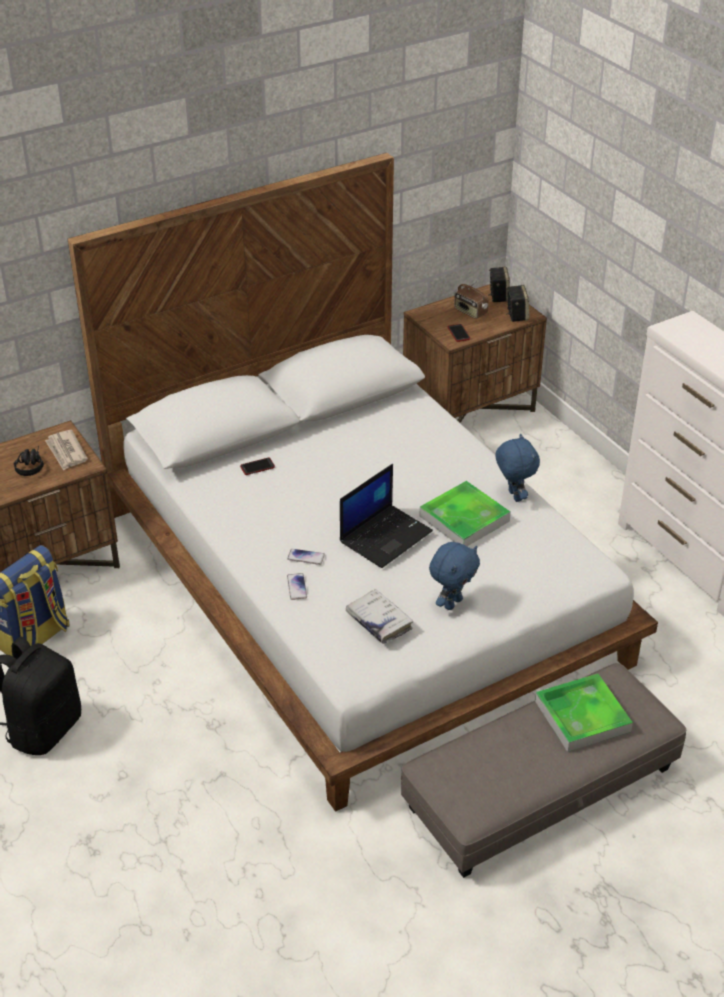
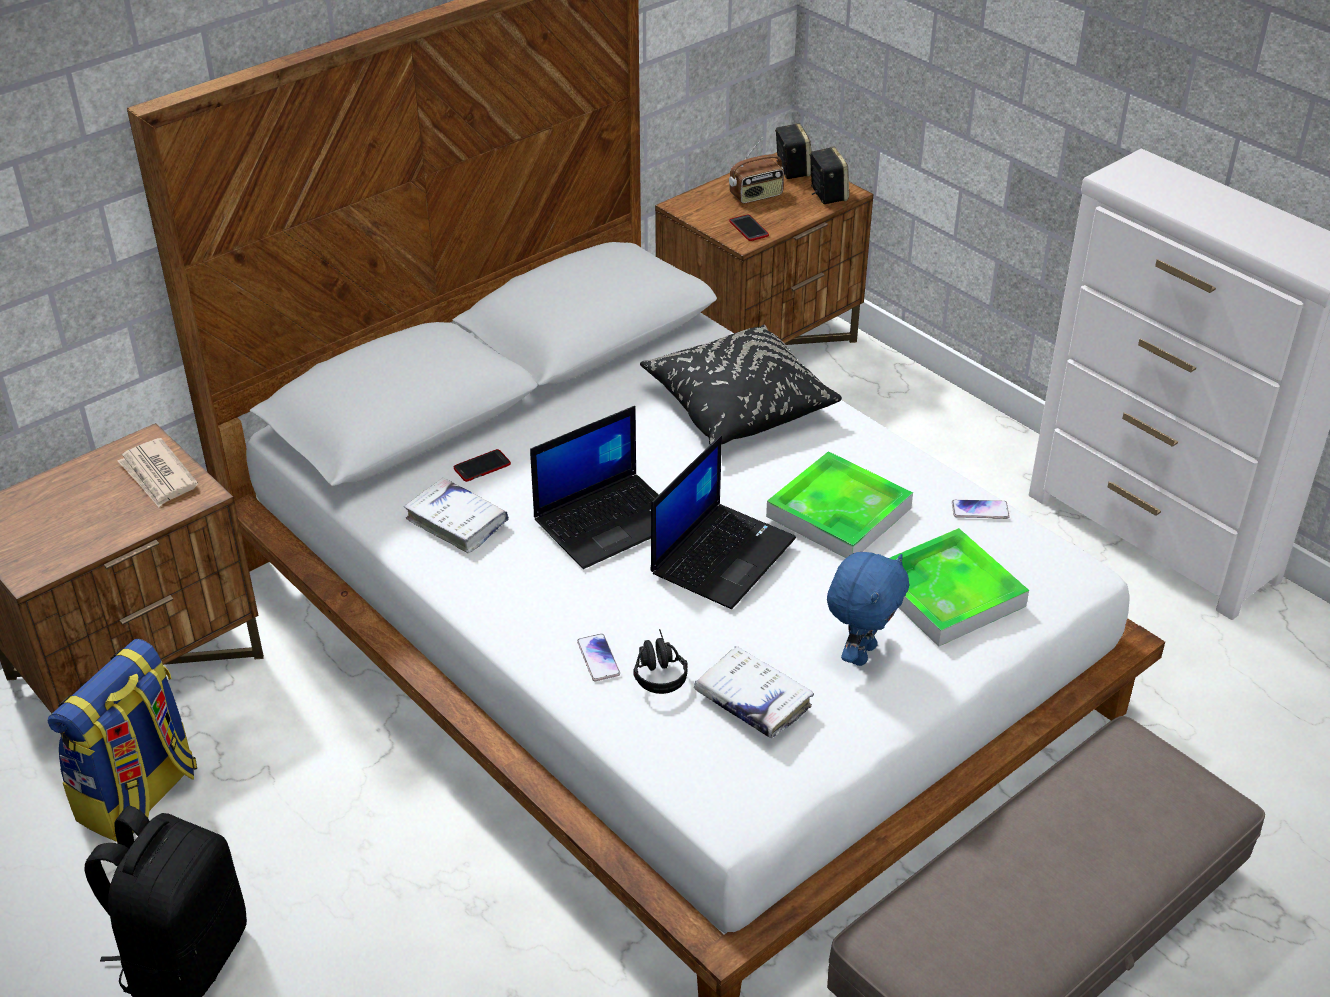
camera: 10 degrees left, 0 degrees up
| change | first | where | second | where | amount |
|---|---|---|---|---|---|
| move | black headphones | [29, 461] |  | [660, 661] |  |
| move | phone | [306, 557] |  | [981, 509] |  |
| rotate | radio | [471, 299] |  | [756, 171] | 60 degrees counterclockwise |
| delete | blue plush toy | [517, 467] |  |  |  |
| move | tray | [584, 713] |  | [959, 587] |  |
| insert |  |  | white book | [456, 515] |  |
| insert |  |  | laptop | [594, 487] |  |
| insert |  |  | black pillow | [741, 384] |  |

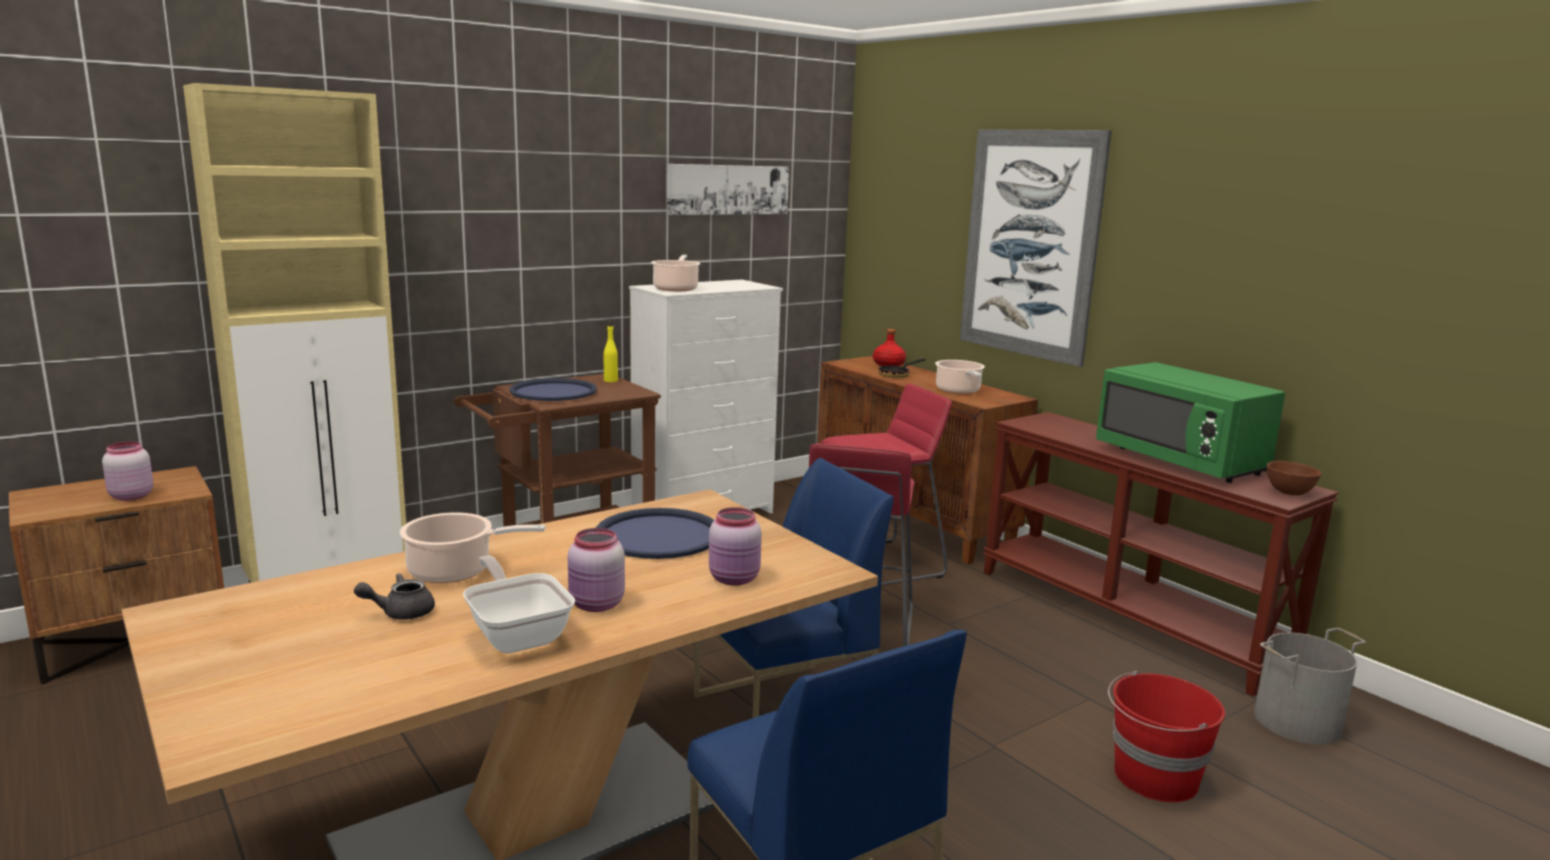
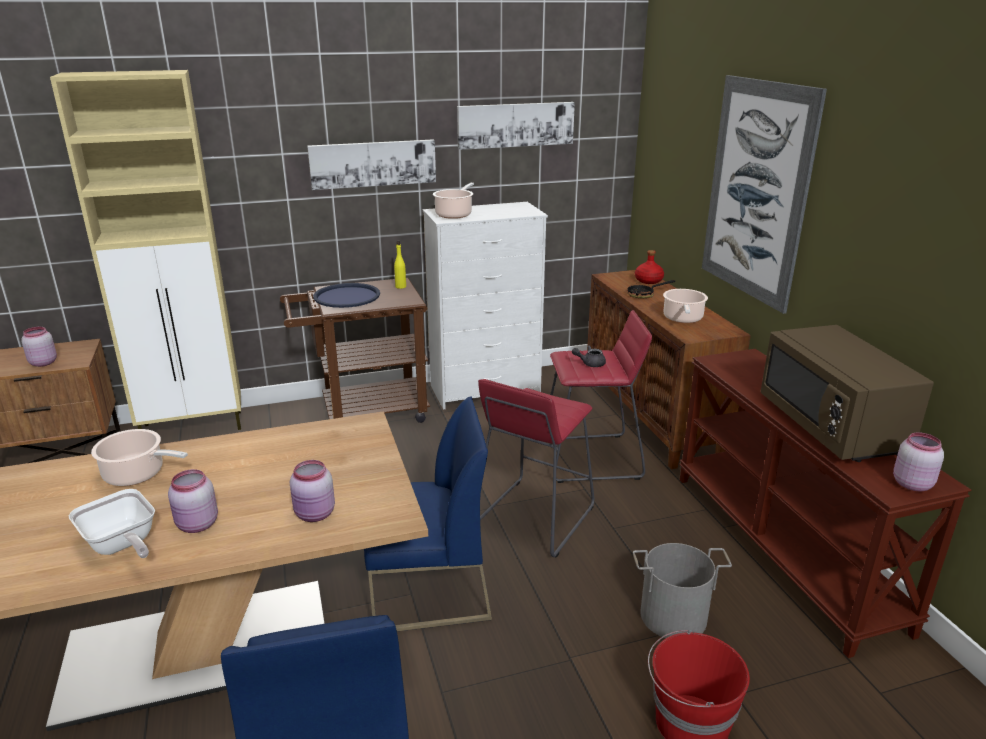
camera: 20 degrees right, 10 degrees up
| change | first | where | second | where | amount |
|---|---|---|---|---|---|
| move | grey teapot | [394, 596] |  | [589, 356] |  |
| rotate | frying pan | [519, 604] |  | [112, 523] | 150 degrees clockwise |
| delete | blue tray | [655, 533] |  |  |  |
| recolor | green microwave | [1190, 422] | brown microwave | [847, 393] |  |
| move | grey bucket | [1310, 686] |  | [682, 590] |  |
| replace | brown bowl | [1294, 478] | pink jar | [918, 461] |  |
| insert |  |  | picture | [371, 164] |  |

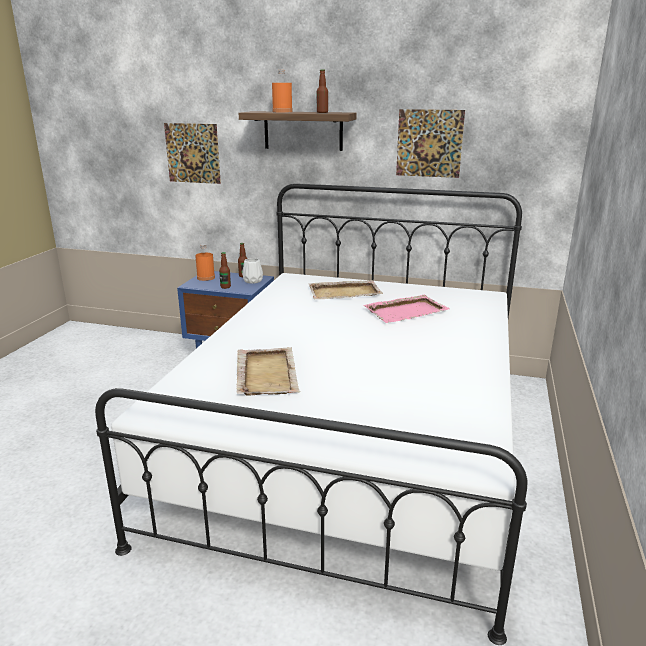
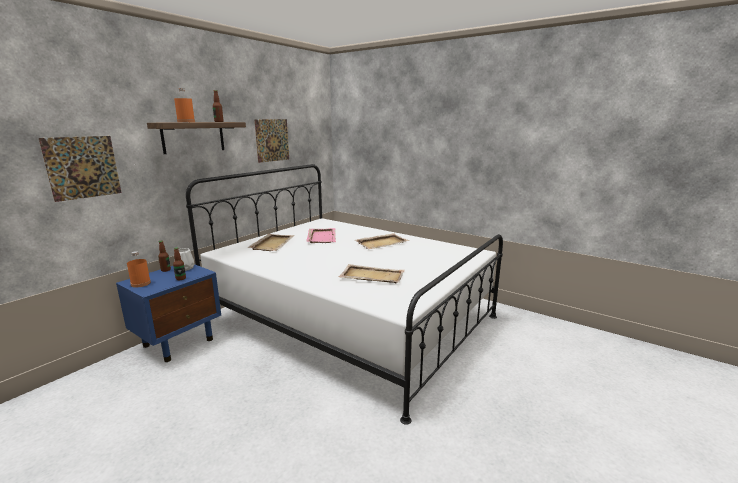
camera: 70 degrees left, 5 degrees down
| change | first | where | second | where | amount |
|---|---|---|---|---|---|
| insert |  |  | beige tray | [382, 241] |  |

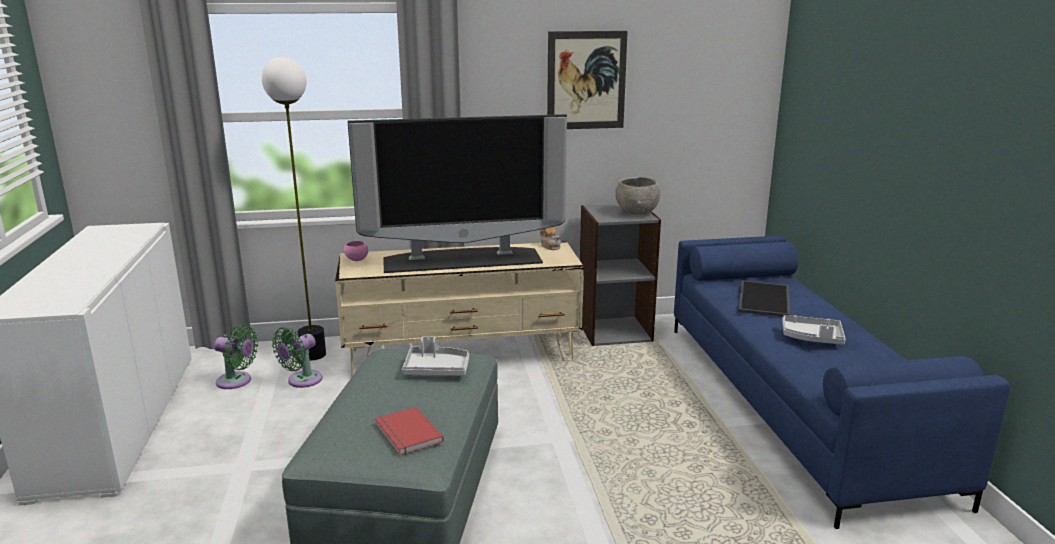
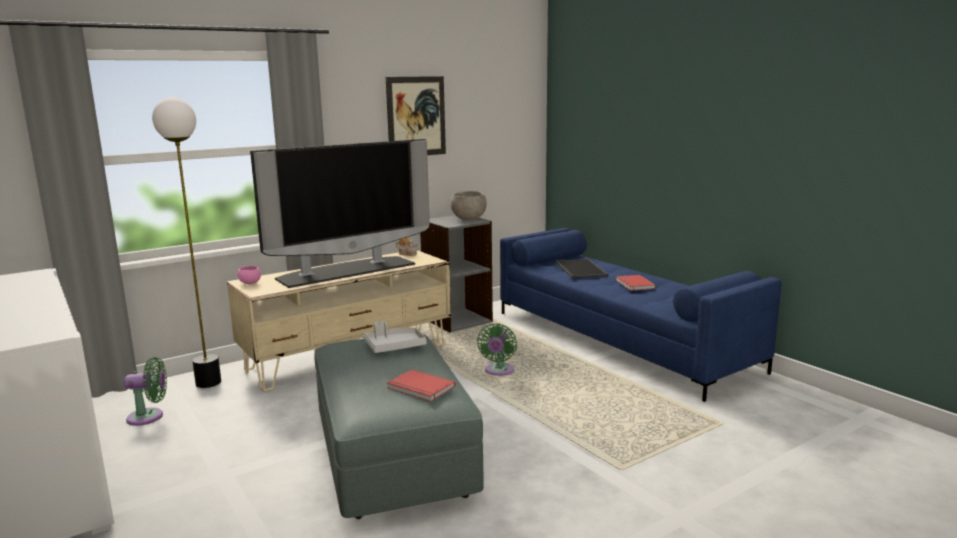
camera: 25 degrees left, 5 degrees down
| change | first | where | second | where | amount |
|---|---|---|---|---|---|
| move | green fan | [297, 357] |  | [497, 349] |  |
| replace | grey tray | [814, 330] | red book | [636, 283] |  |

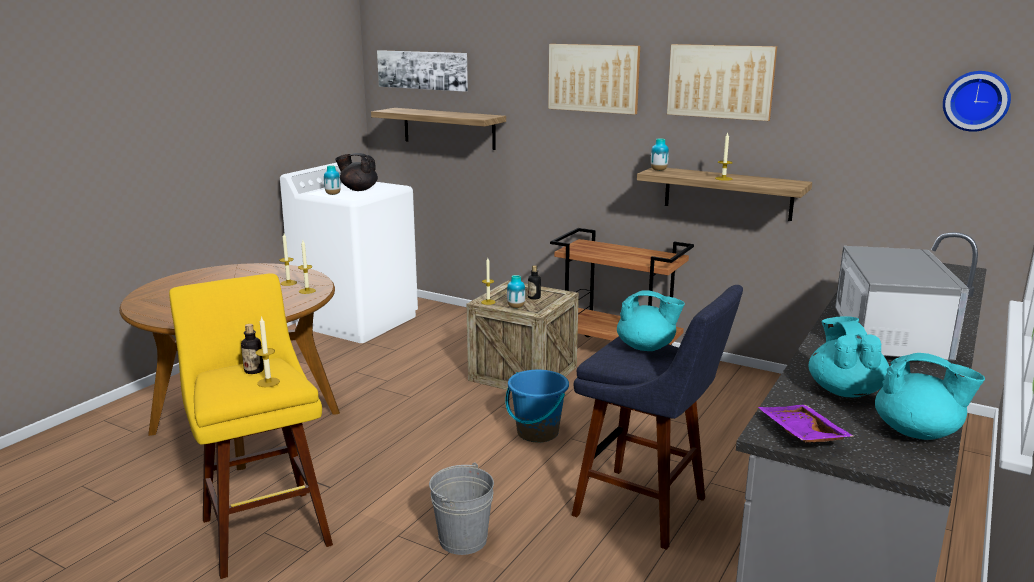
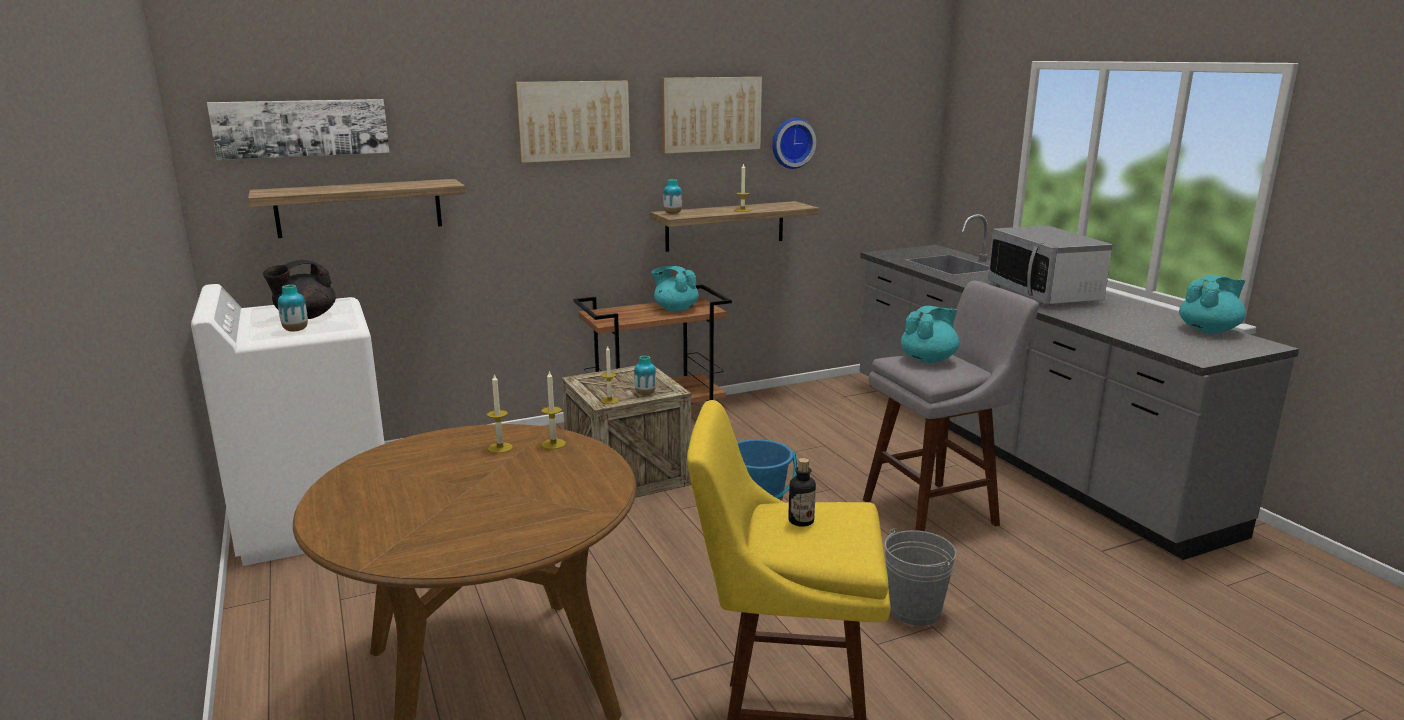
camera: 55 degrees left, 0 degrees up
| change | first | where | second | where | amount |
|---|---|---|---|---|---|
| delete | candle | [268, 351] |  |  |  |
| delete | bottle | [534, 282] |  |  |  |
| recolor | blue stool | [657, 417] | grey stool | [951, 406] |  |
| delete | purple tray | [806, 424] |  |  |  |
| move | turquoise teapot | [848, 356] |  | [675, 289] |  |
| rotate | microwave | [902, 303] |  | [1050, 265] | 150 degrees counterclockwise |
| move | wall clock | [977, 101] |  | [794, 143] |  |

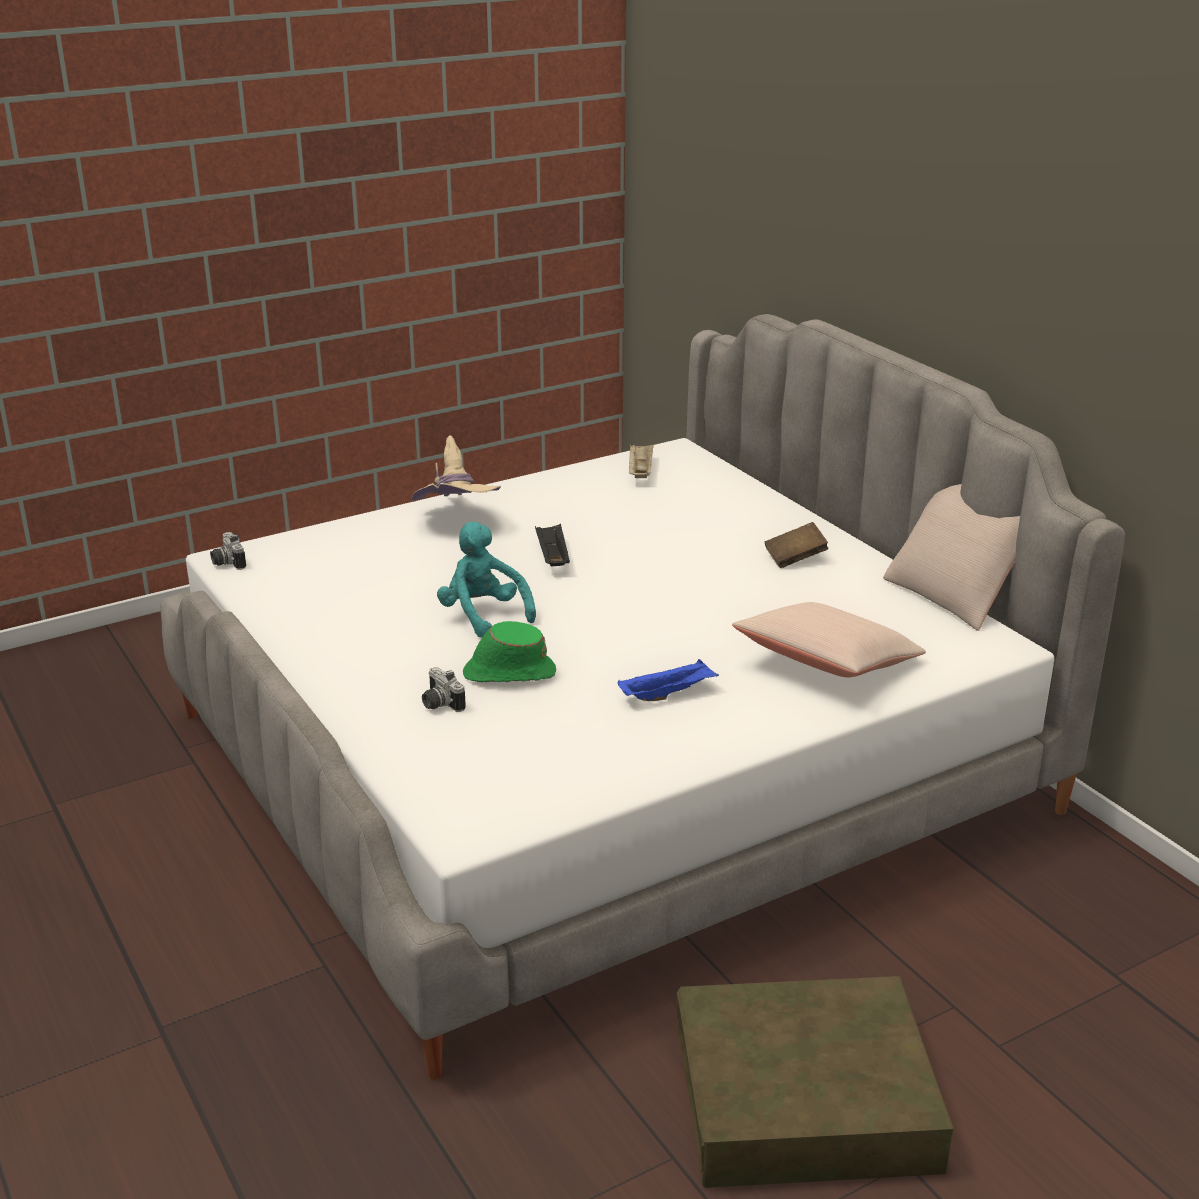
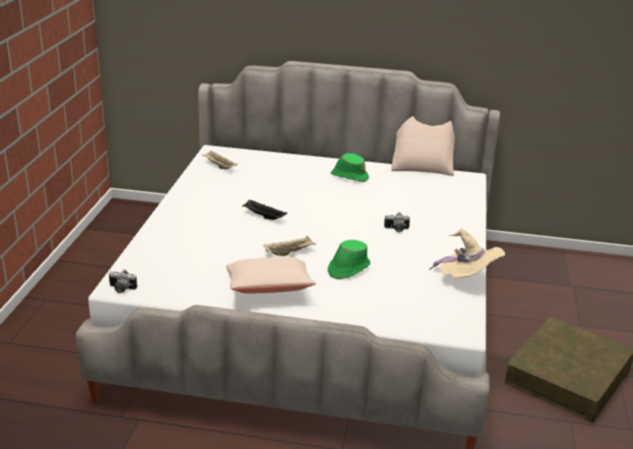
camera: 50 degrees left, 0 degrees up
| change | first | where | second | where | amount |
|---|---|---|---|---|---|
| move | beige hat | [456, 468] |  | [467, 253] |  |
| move | photo camera | [444, 689] |  | [397, 222] |  |
| replace | turquoise plush toy | [486, 580] | beige tray | [289, 246] |  |
| delete | blue tray | [668, 680] |  |  |  |
| move | beige pillow | [829, 640] |  | [271, 275] |  |
| replace | brown book | [797, 545] | green hat | [350, 167] |  |

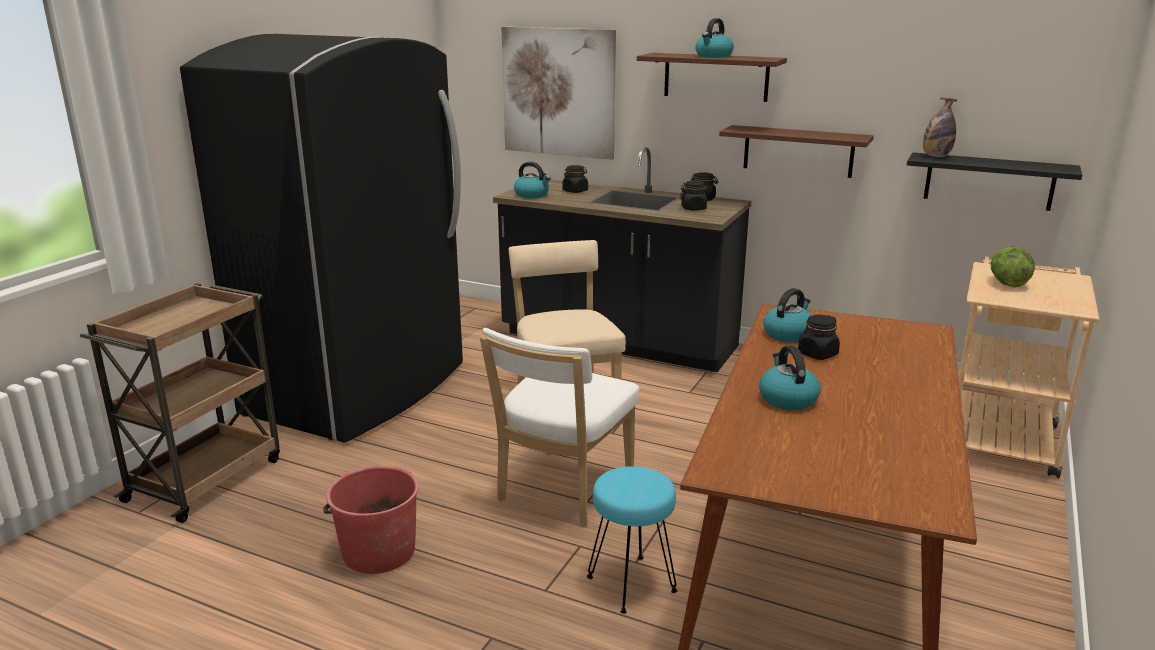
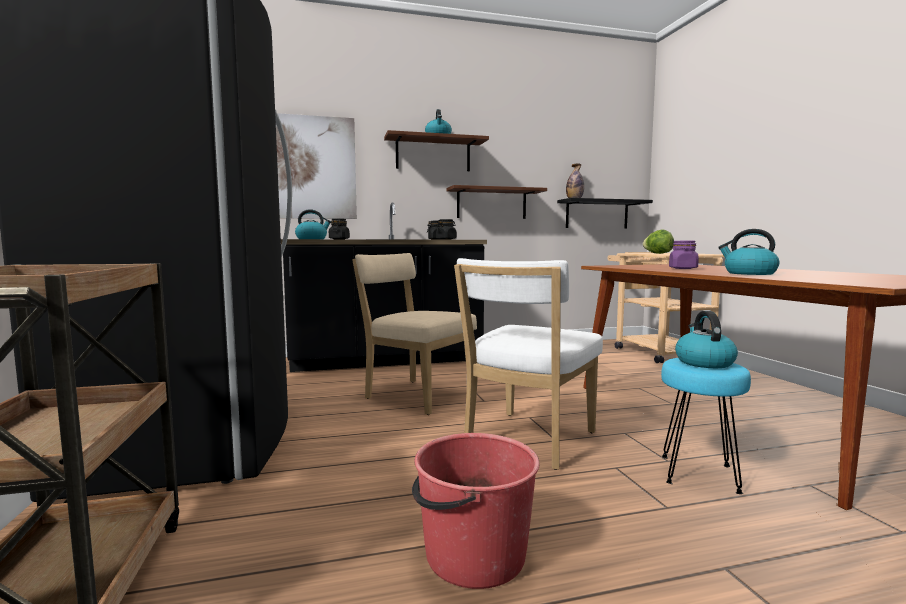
camera: 40 degrees left, 15 degrees down
| change | first | where | second | where | amount |
|---|---|---|---|---|---|
| rotate | white chair | [560, 427] |  | [528, 364] | 45 degrees clockwise |
| move | kettle | [787, 315] |  | [706, 339] |  |
| recolor | black jar | [819, 337] | purple jar | [684, 255] |  |

